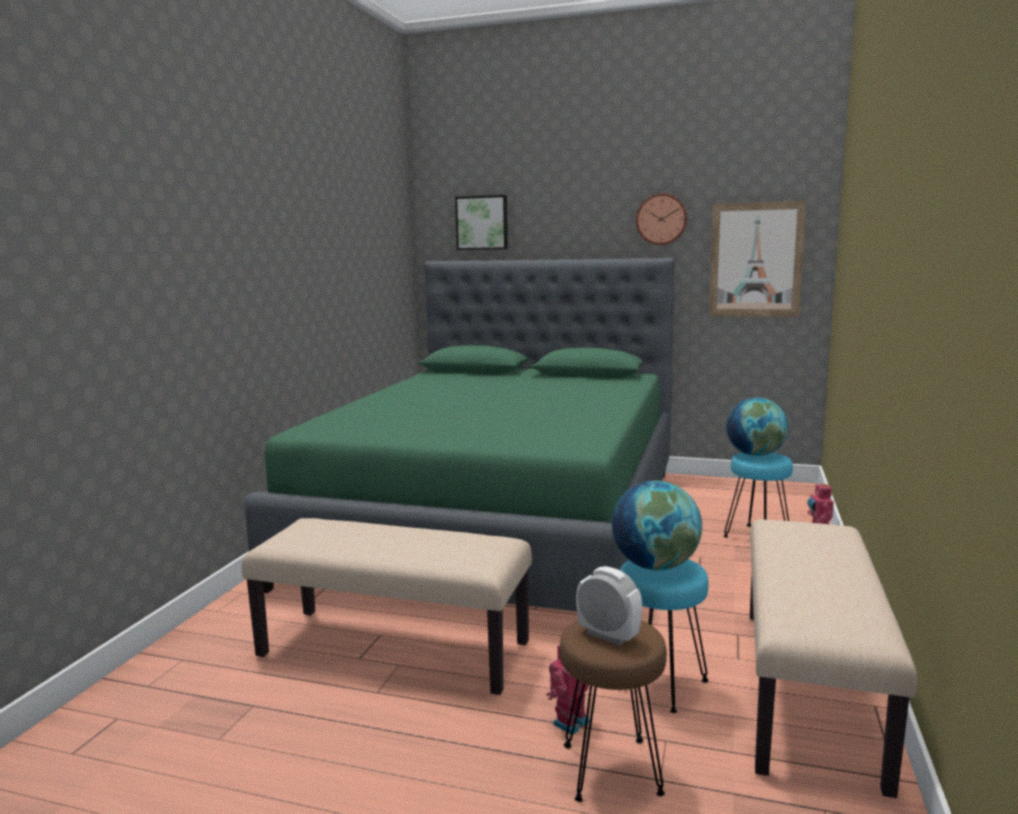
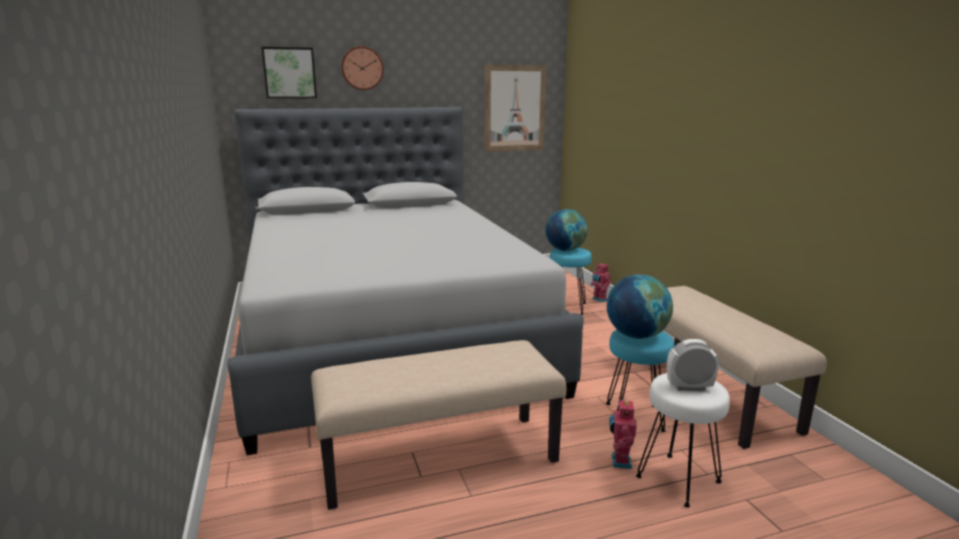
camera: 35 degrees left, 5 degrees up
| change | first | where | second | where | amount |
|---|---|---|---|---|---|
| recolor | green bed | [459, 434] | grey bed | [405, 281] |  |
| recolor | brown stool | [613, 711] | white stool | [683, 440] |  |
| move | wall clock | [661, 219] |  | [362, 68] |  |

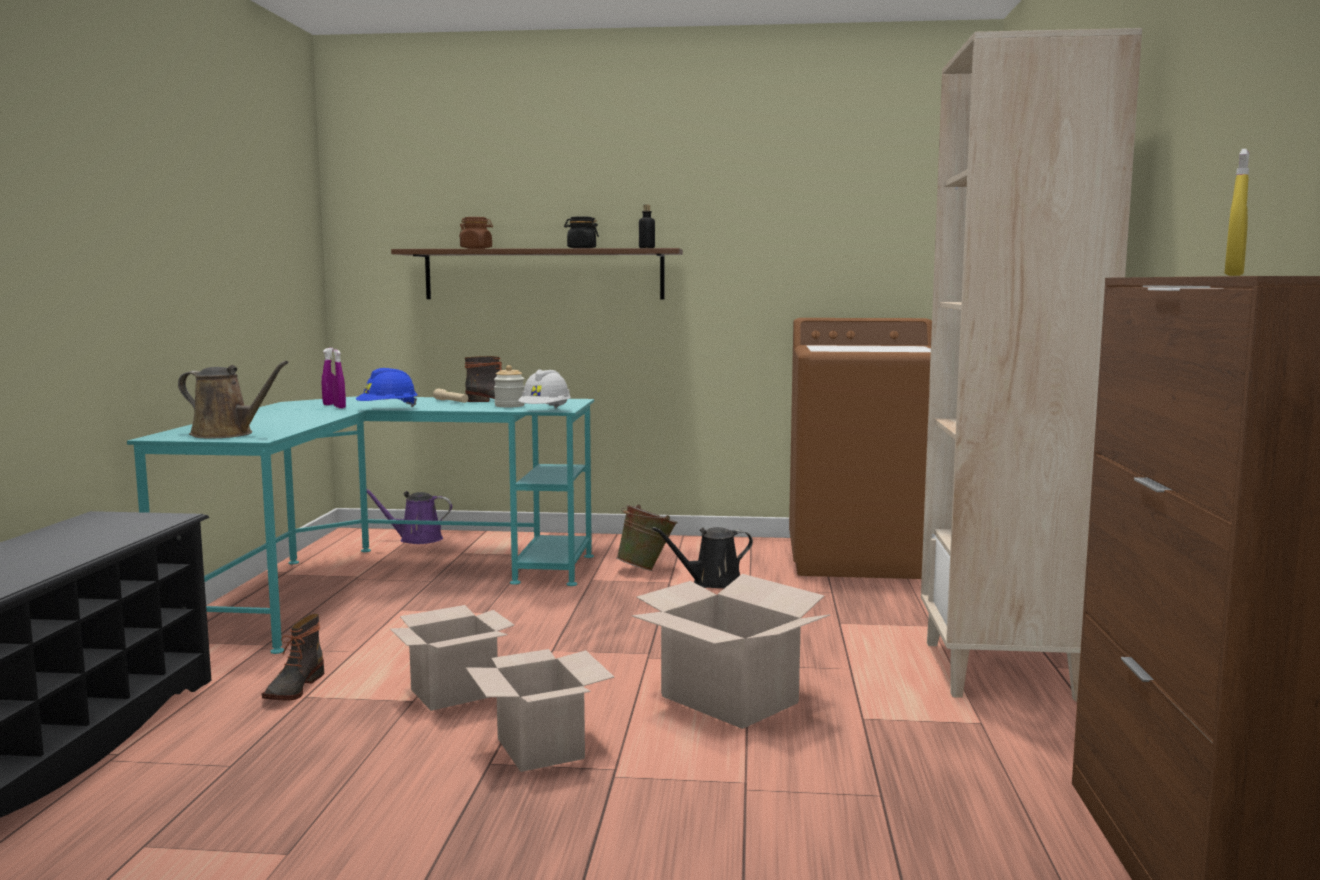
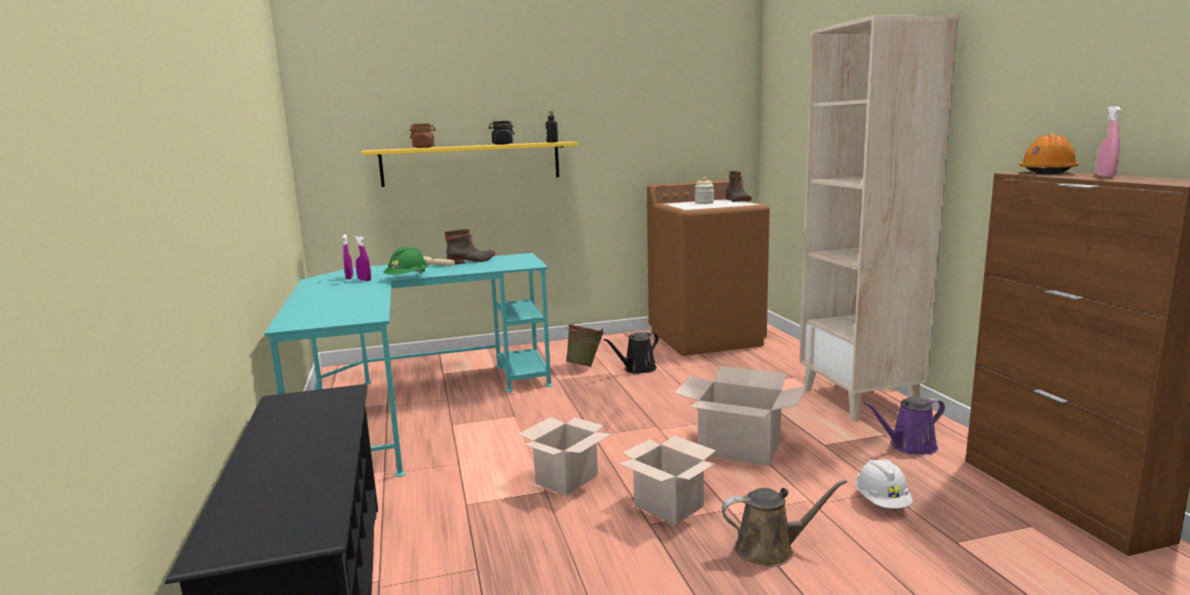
camera: 20 degrees left, 5 degrees up
| change | first | where | second | where | amount |
|---|---|---|---|---|---|
| move | brown watering can | [233, 399] |  | [784, 523] |  |
| move | boot | [292, 657] |  | [739, 186] |  |
| recolor | blue hard hat | [387, 387] | green hard hat | [405, 261] |  |
| move | purple watering can | [409, 516] |  | [904, 426] |  |
| recolor | brown shelf | [537, 274] | yellow shelf | [469, 164] |  |
| move | jar | [509, 386] |  | [704, 190] |  |
| move | white hard hat | [544, 388] |  | [884, 484] |  |
| recolor | yellow spray bottle | [1237, 212] | pink spray bottle | [1108, 141] |  |
| insert |  |  | orange hard hat | [1049, 154] |  |

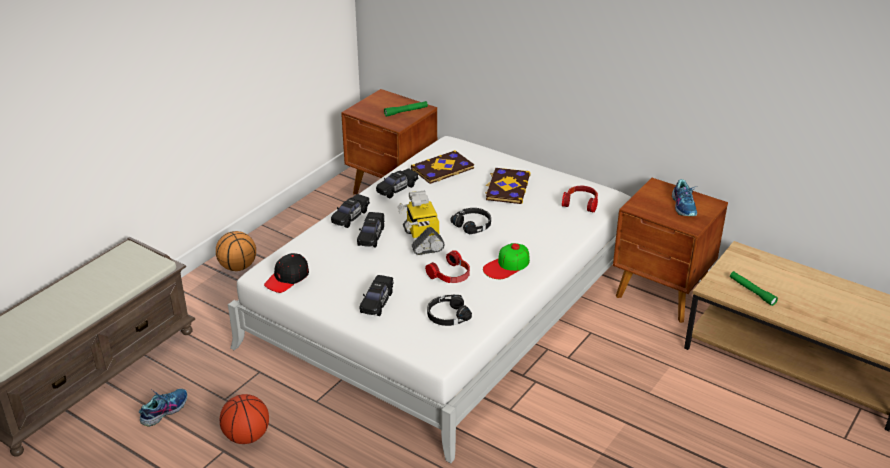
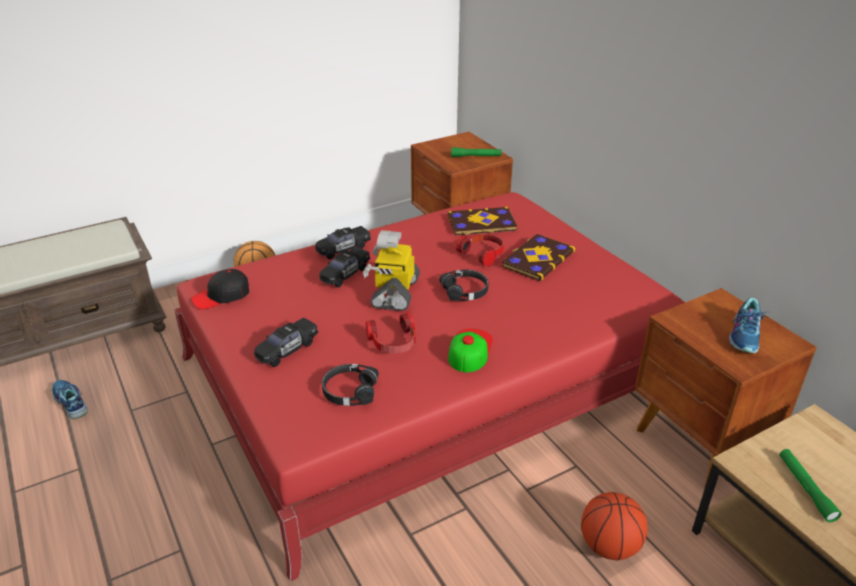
camera: 25 degrees right, 0 degrees up
| change | first | where | second | where | amount |
|---|---|---|---|---|---|
| rotate | shoe | [163, 408] |  | [69, 399] | 105 degrees counterclockwise |
| move | basketball | [244, 419] |  | [614, 526] |  |
| recolor | white bed | [429, 299] | red bed | [429, 387] |  |
| delete | black toy car | [397, 183] |  |  |  |
| rotate | cap | [506, 261] |  | [470, 350] | 120 degrees clockwise |
| move | headphones | [580, 199] |  | [480, 250] |  |

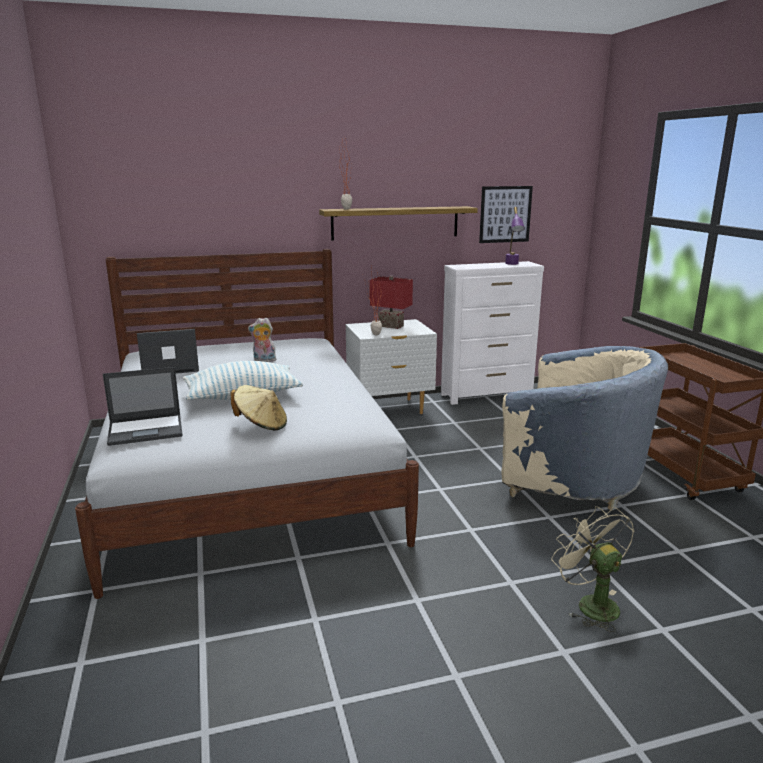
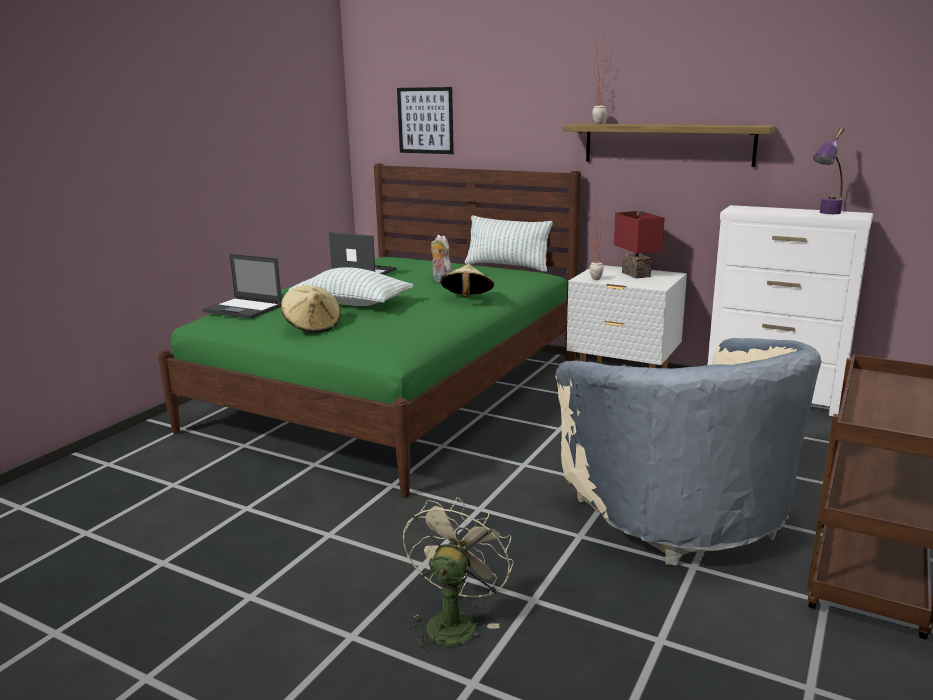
camera: 45 degrees right, 0 degrees up
| change | first | where | second | where | amount |
|---|---|---|---|---|---|
| recolor | white bed | [247, 424] | green bed | [369, 330] |  |
| move | picture | [506, 214] |  | [425, 120] |  |
| insert |  |  | beige hat | [467, 281] |  |
| insert |  |  | pillow | [509, 243] |  |

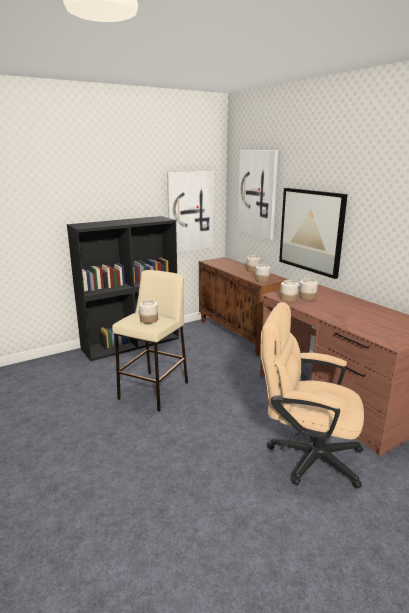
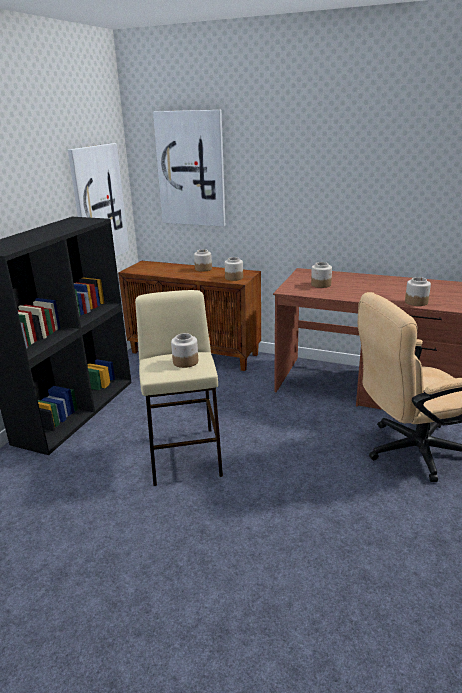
camera: 35 degrees left, 5 degrees up
| change | first | where | second | where | amount |
|---|---|---|---|---|---|
| delete | picture | [313, 233] |  |  |  |
| move | jar | [289, 291] |  | [418, 291] |  |

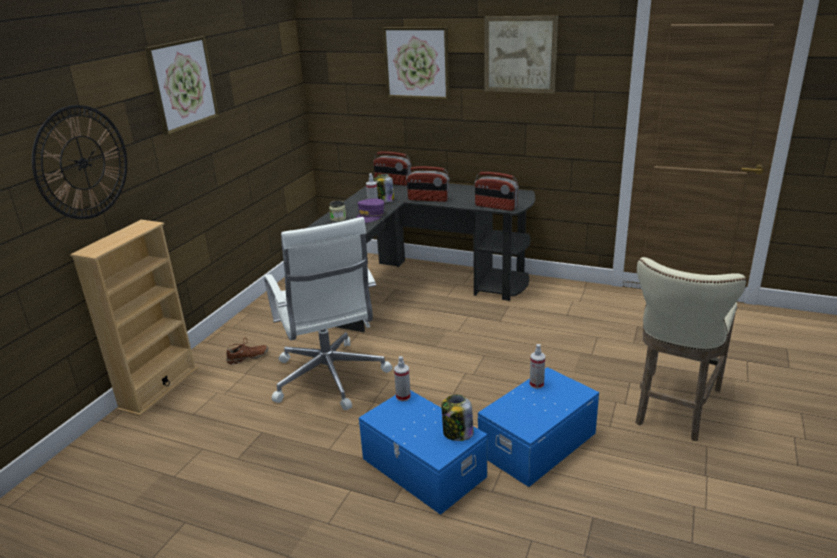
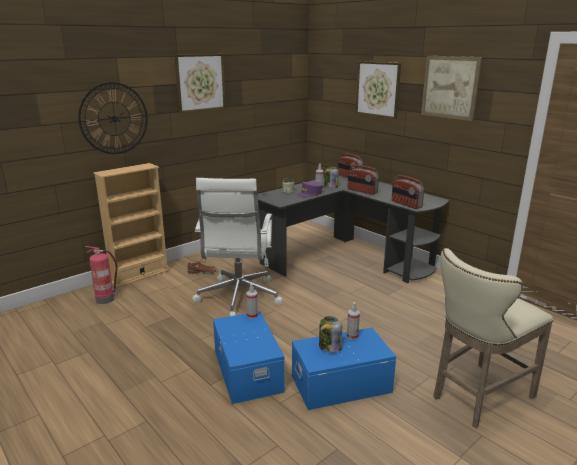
camera: 25 degrees right, 5 degrees down
| change | first | where | second | where | amount |
|---|---|---|---|---|---|
| move | jar | [457, 418] |  | [330, 334] |  |
| insert |  |  | fire extinguisher | [101, 275] |  |

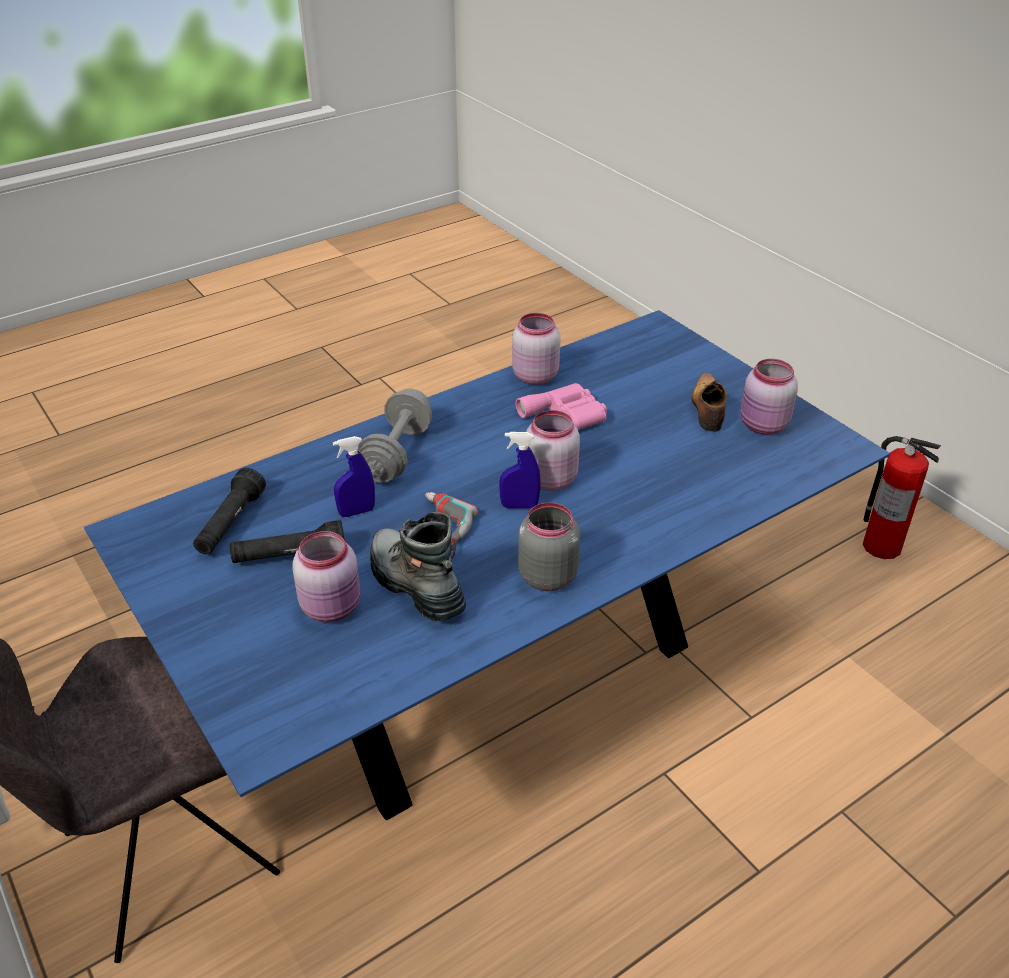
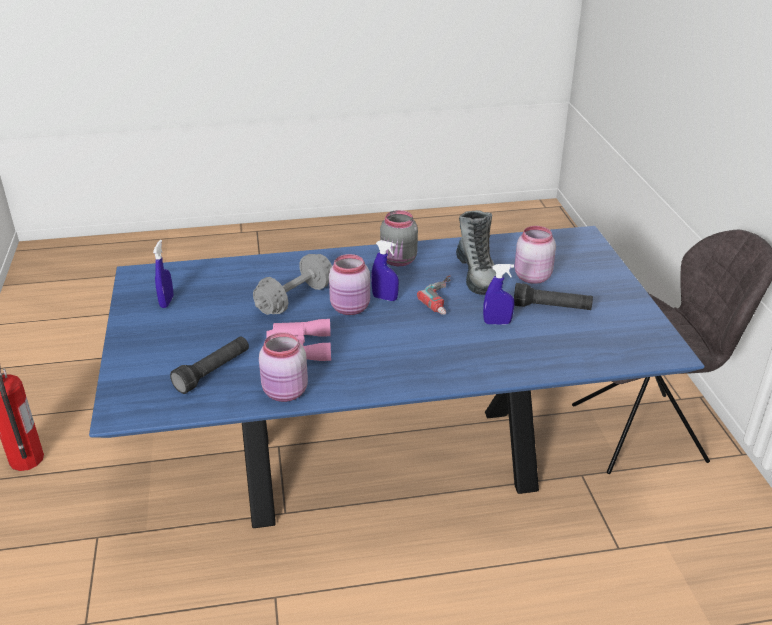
camera: 155 degrees left, 5 degrees down
| change | first | where | second | where | amount |
|---|---|---|---|---|---|
| move | black flashlight | [229, 511] |  | [209, 365] |  |
| move | grey dumbbell | [394, 435] |  | [292, 284] |  |
| delete | shoe | [709, 402] |  |  |  |
| replace | pink jar | [769, 397] | blue spray bottle | [163, 274] |  |

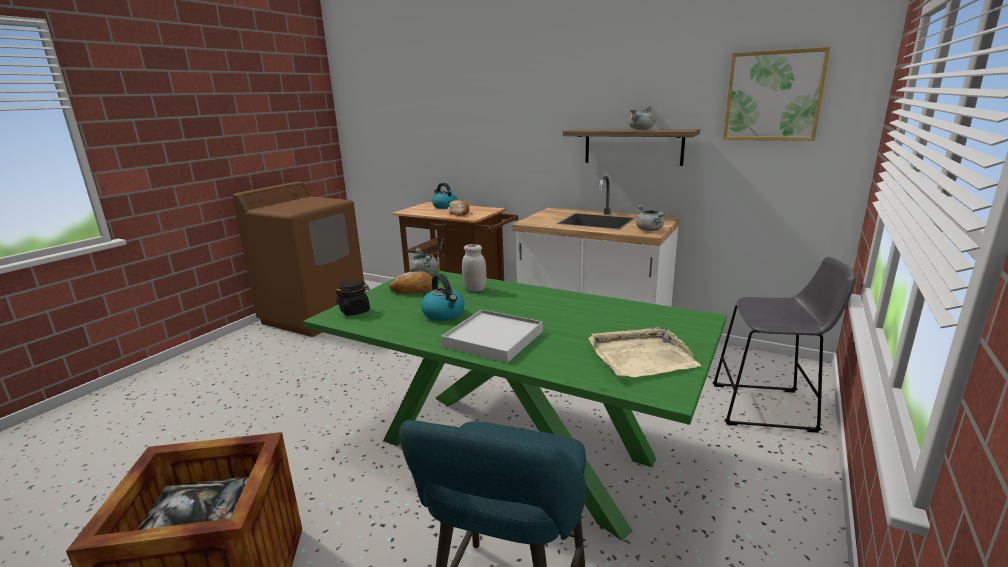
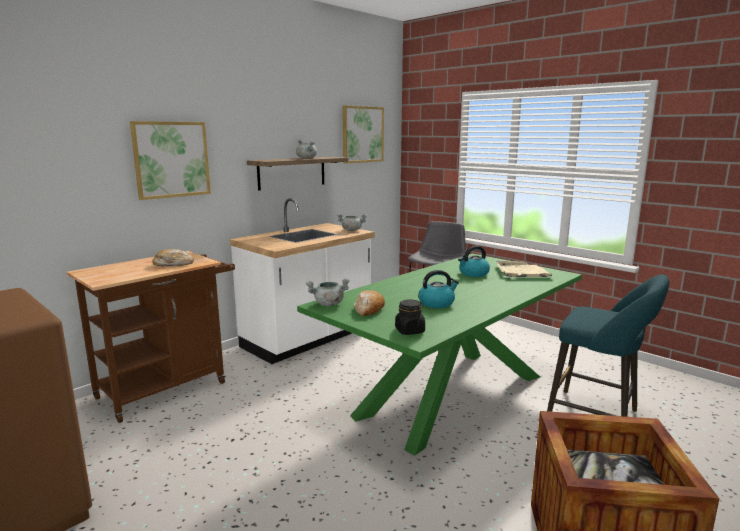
camera: 75 degrees left, 5 degrees down
| change | first | where | second | where | amount |
|---|---|---|---|---|---|
| move | kettle | [444, 196] |  | [474, 261] |  |
| delete | white tray | [492, 336] |  |  |  |
| delete | white jar | [474, 268] |  |  |  |
| insert |  |  | picture | [170, 160] |  |

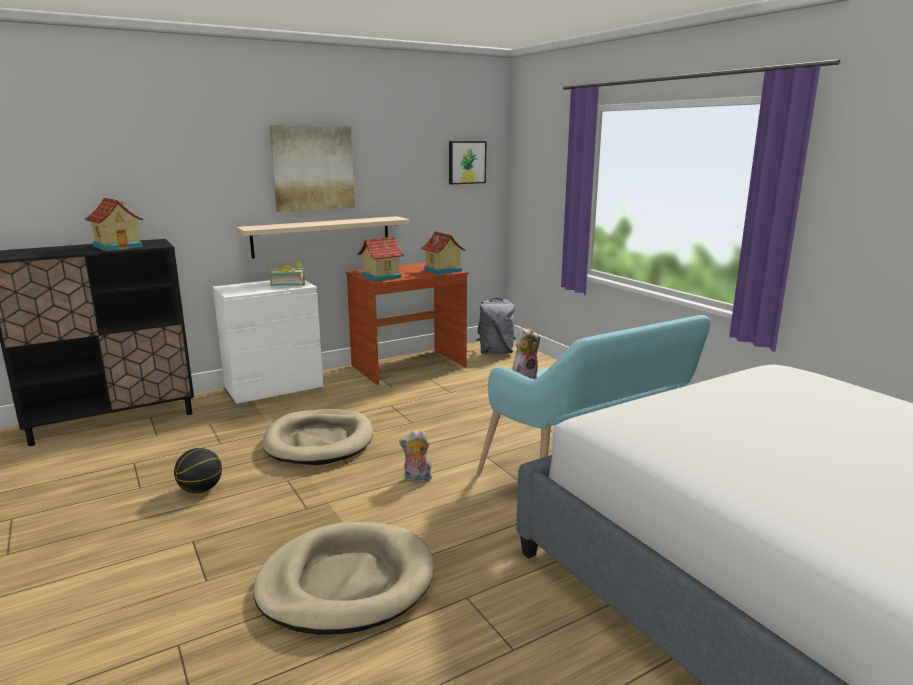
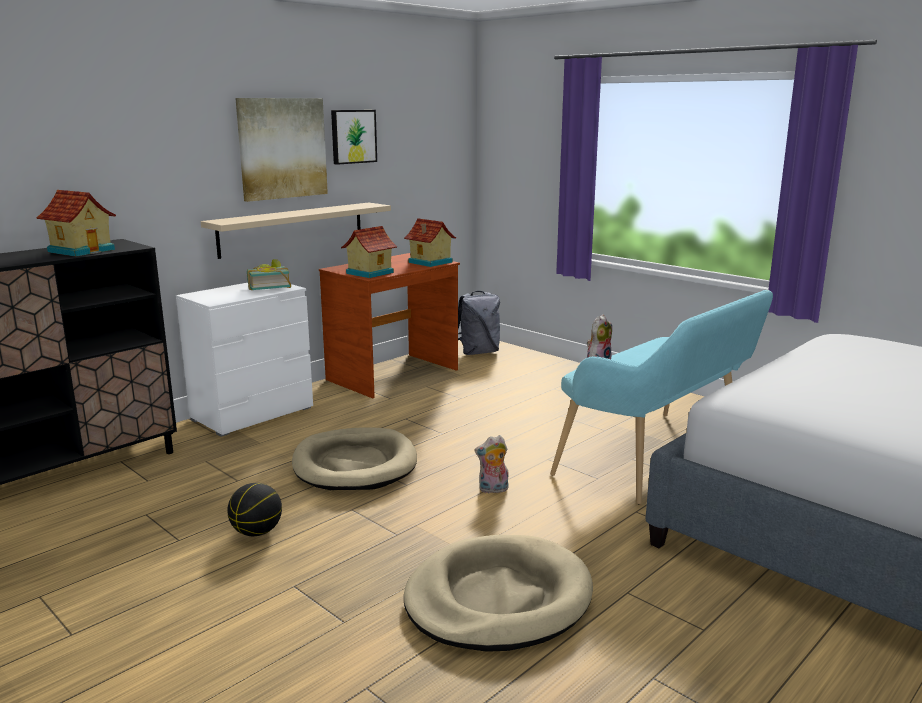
camera: 15 degrees left, 0 degrees up
| change | first | where | second | where | amount |
|---|---|---|---|---|---|
| move | picture | [467, 162] |  | [354, 137] |  |

